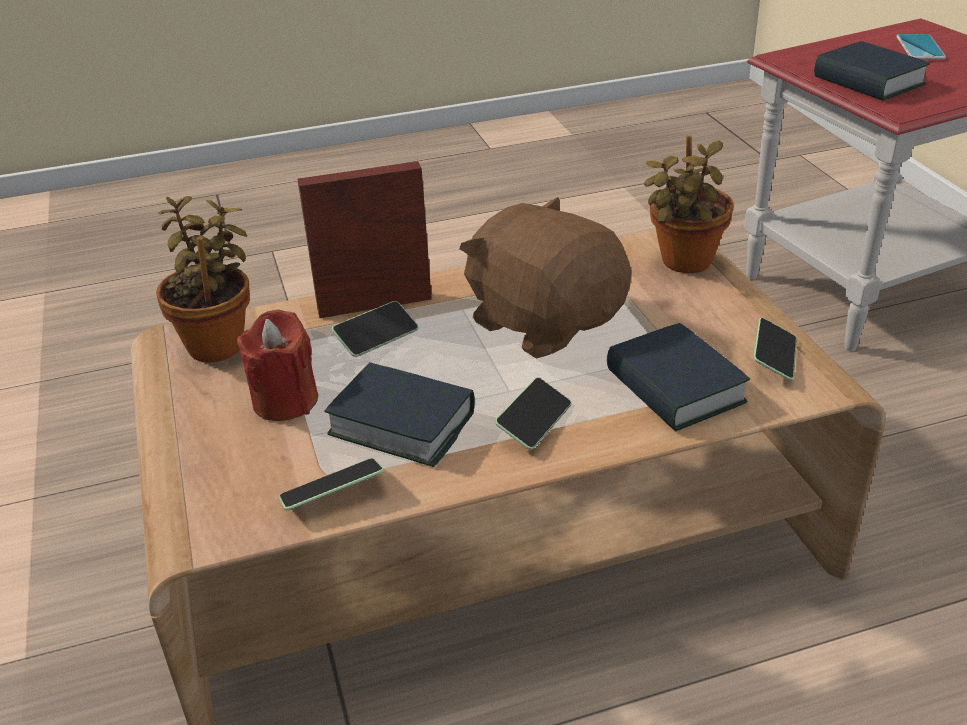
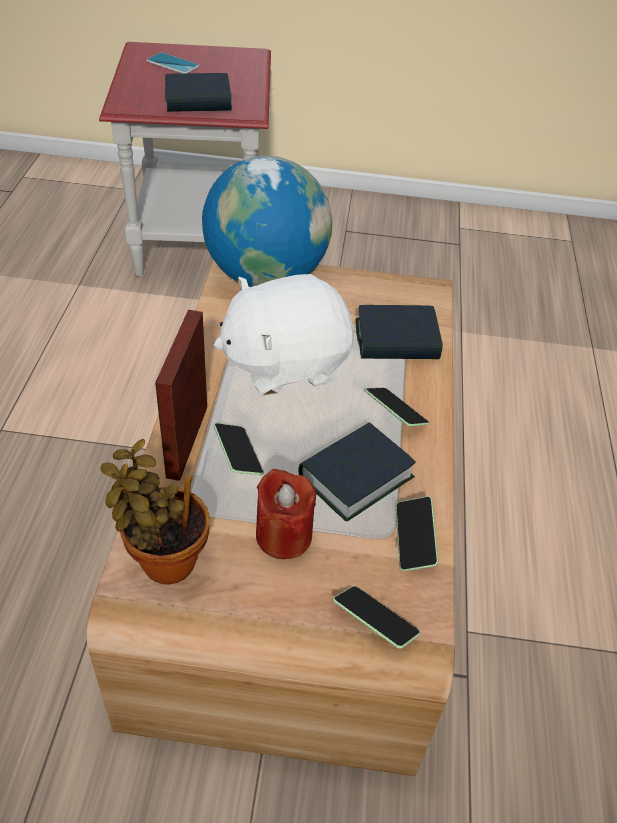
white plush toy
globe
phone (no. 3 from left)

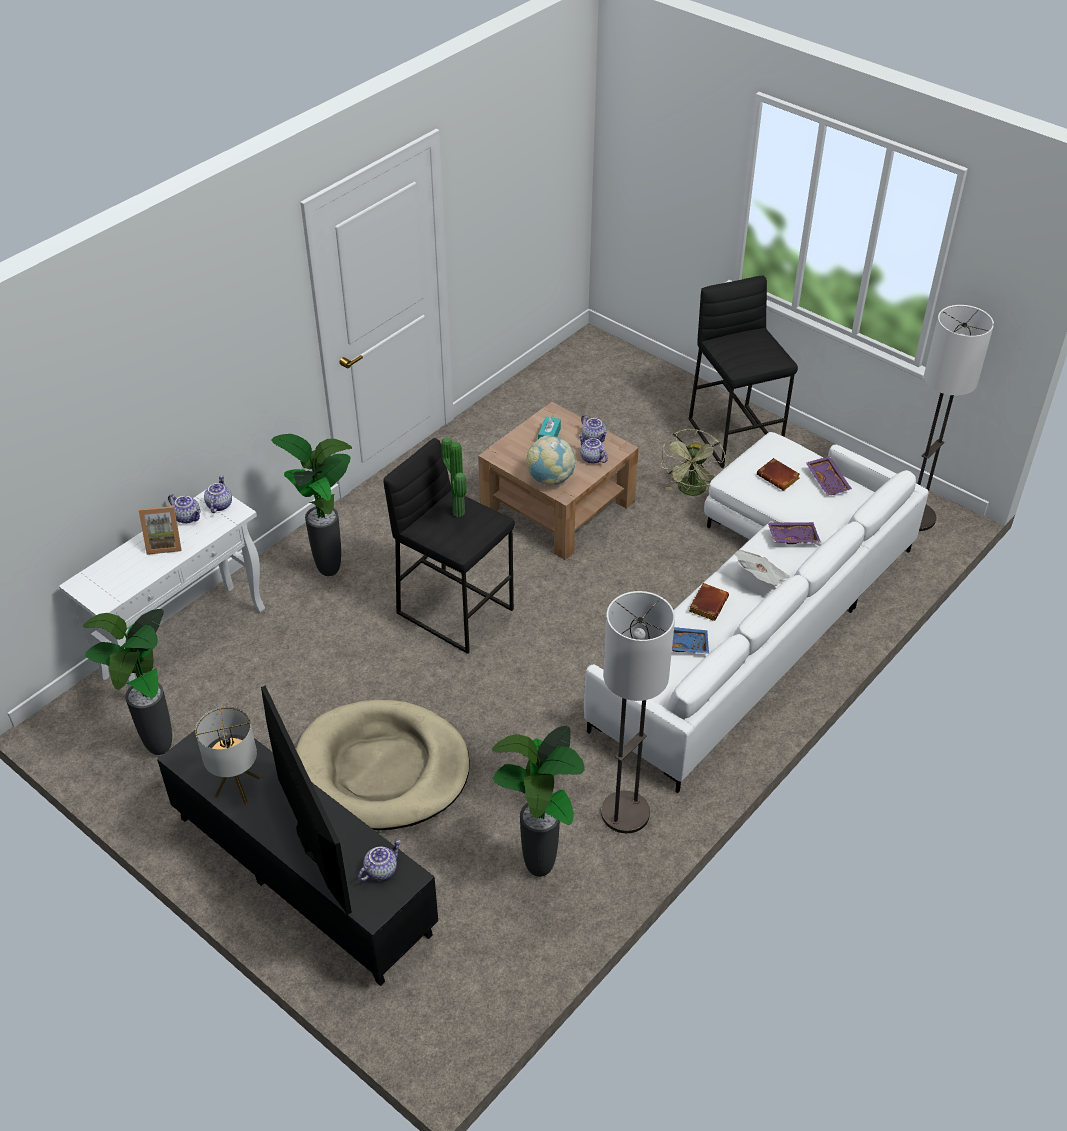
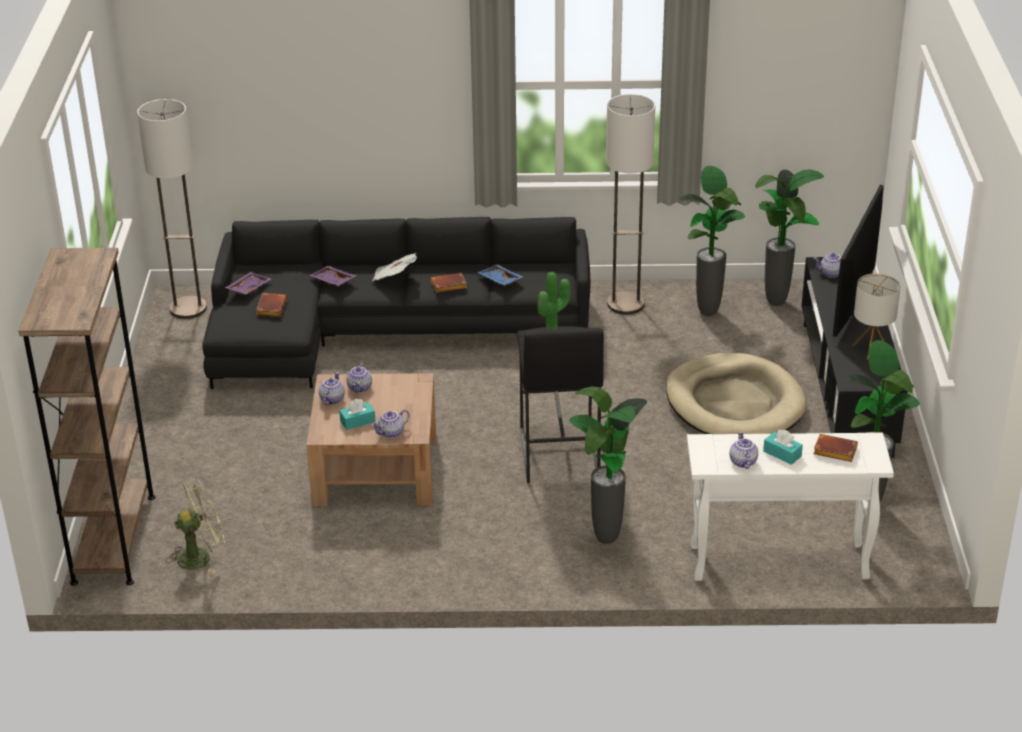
turquoise tissue box (no. 2 from left)
teapot (no. 3 from left)
globe
black sofa
green fan
black stool (no. 2 from left in the first image)
brown bookcase
potted plant (no. 4 from left)
brown book (no. 3 from left)

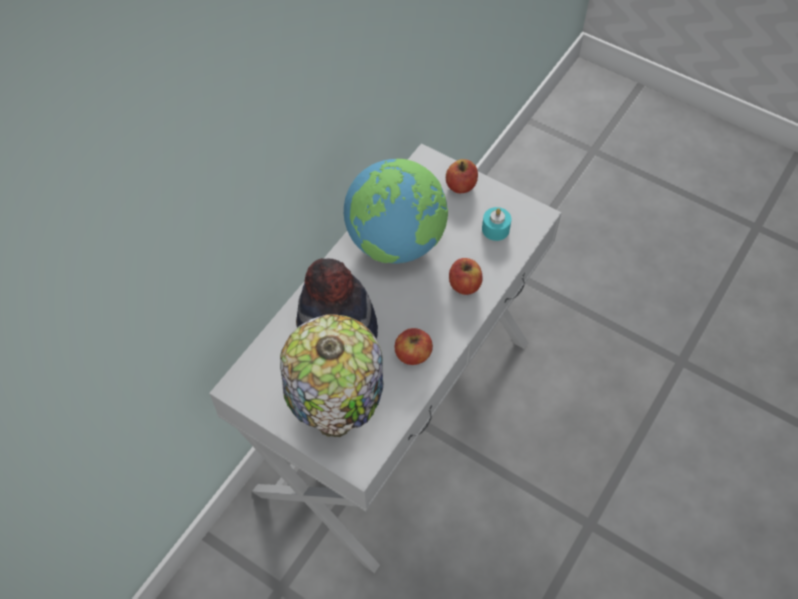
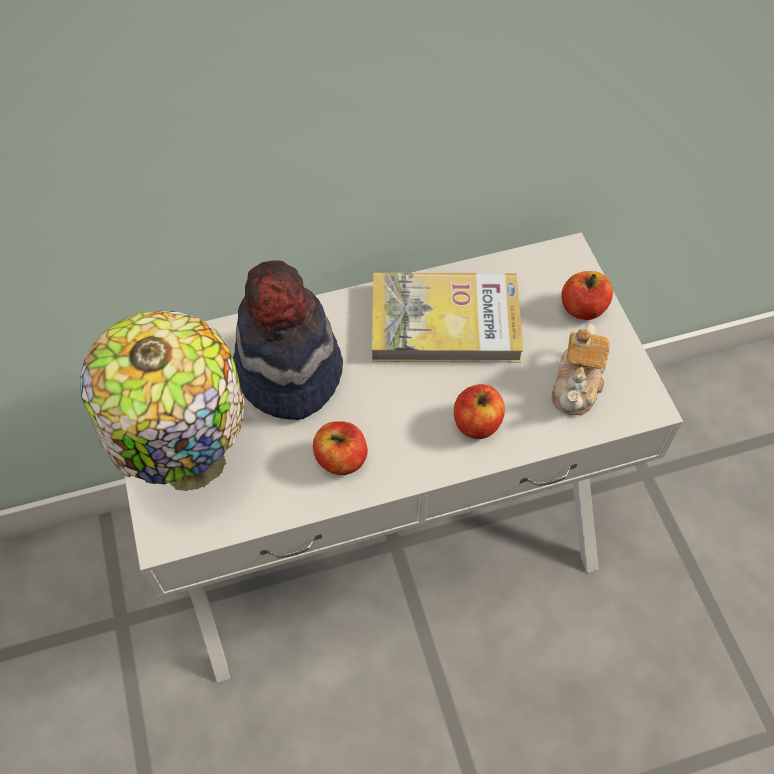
book
teapot

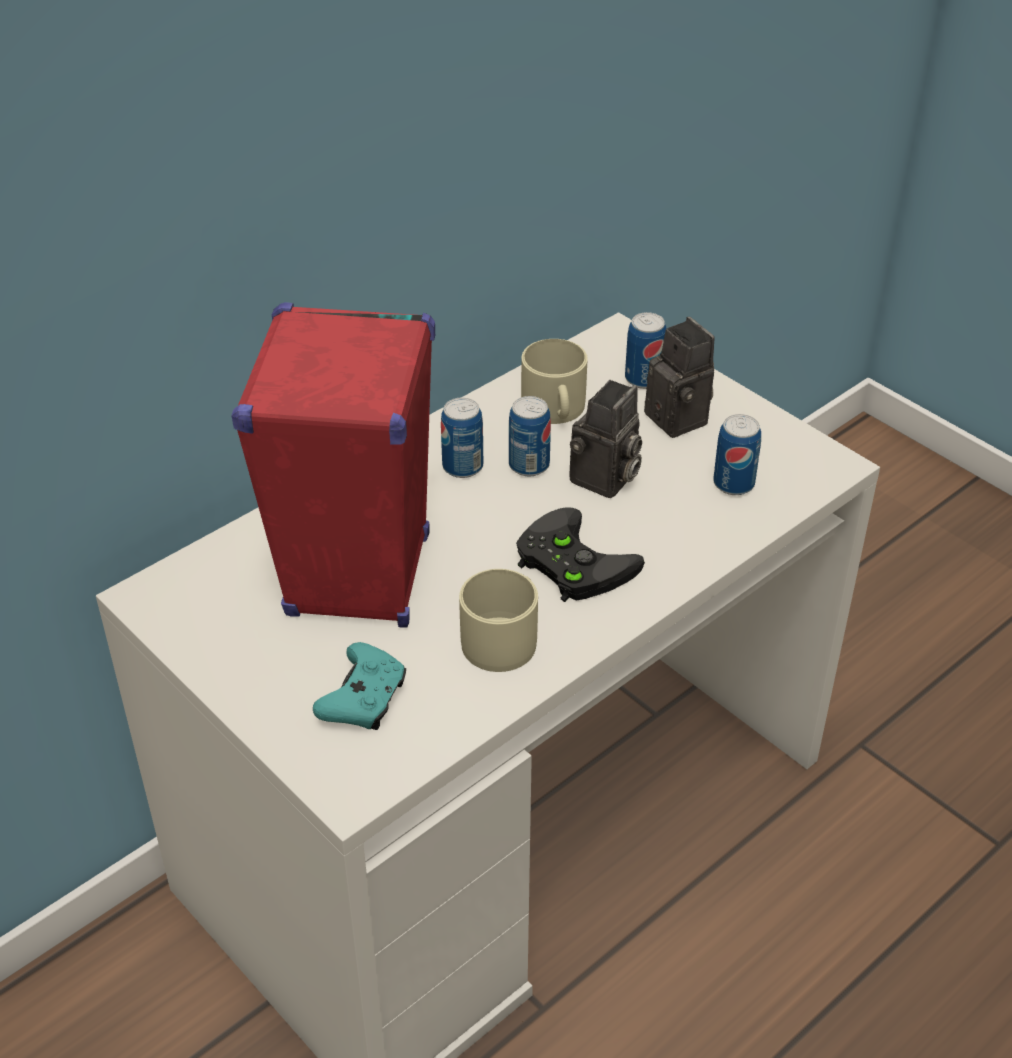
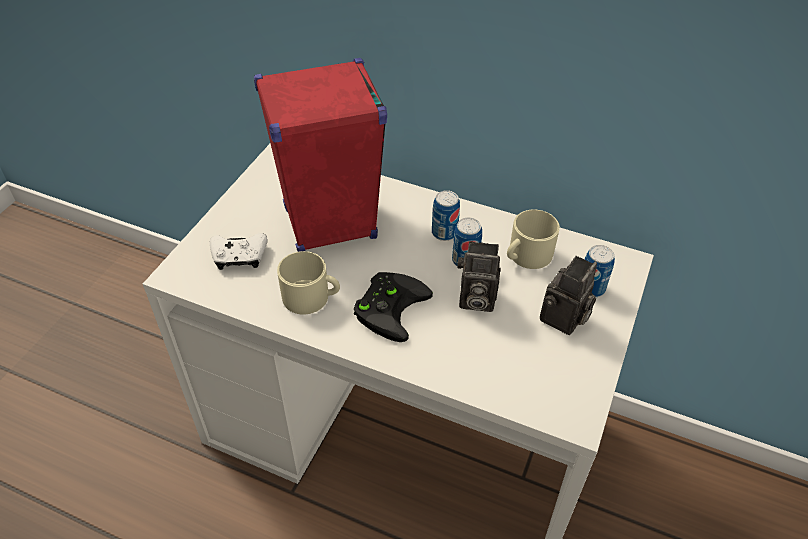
white game controller
can (no. 4 from left in the first image)

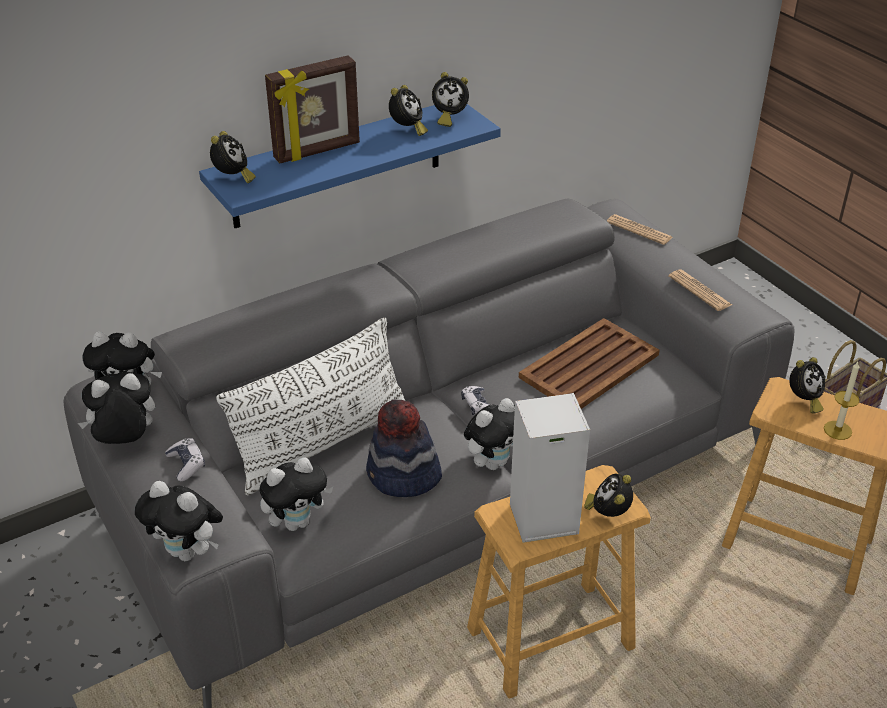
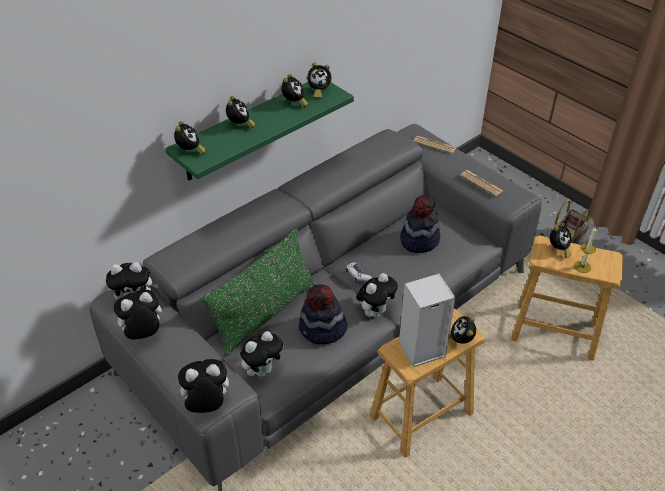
plush toy (no. 3 from left)
game controller (no. 1 from left in the first image)
green shelf
green pillow
alarm clock (no. 2 from left)
hat (no. 2 from left)

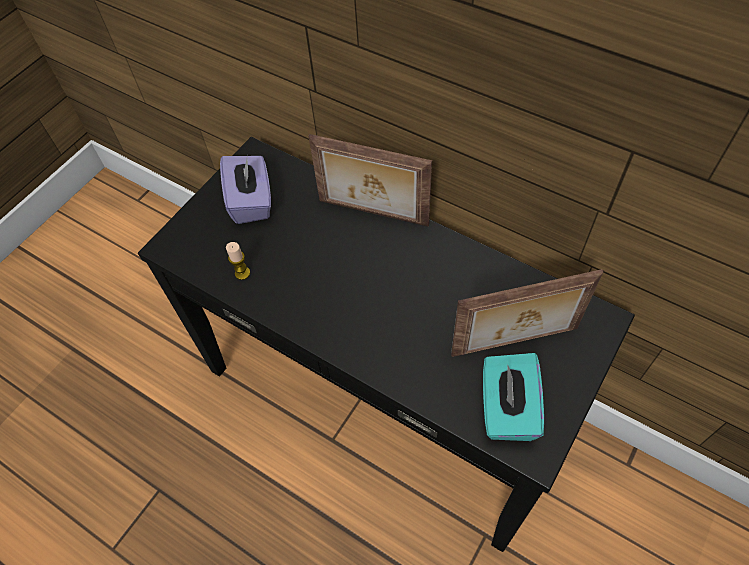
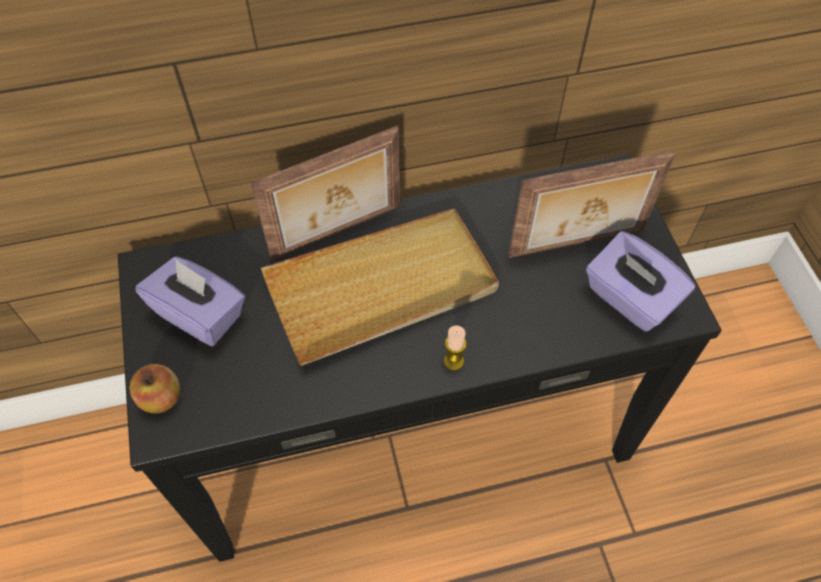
candle
picture frame (no. 2 from left)
purple tissue box (no. 2 from left)
apple
beige tray

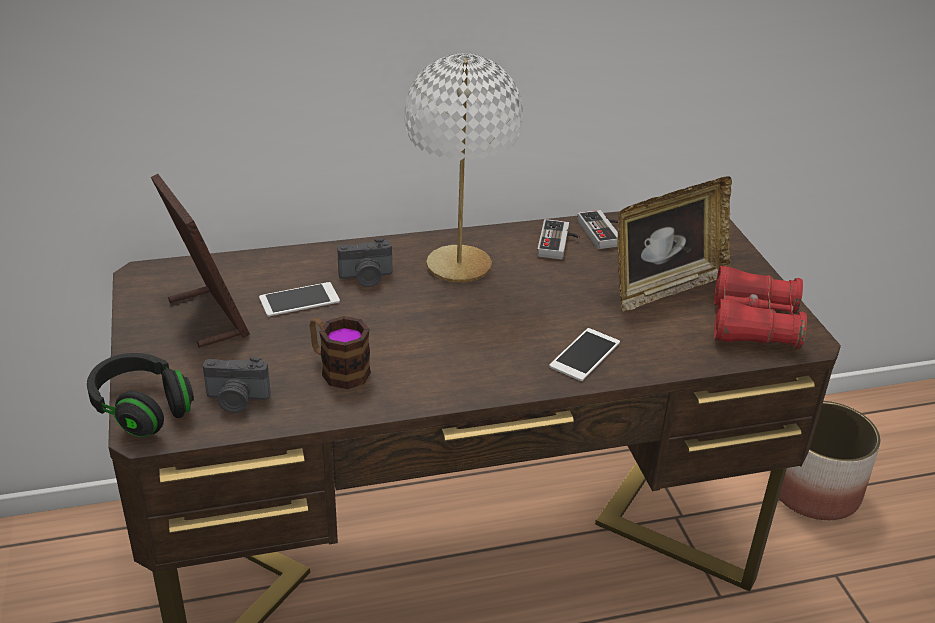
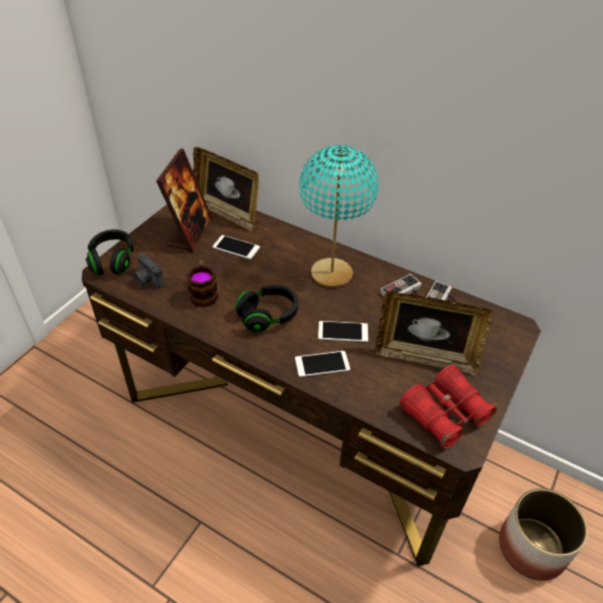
photo camera (no. 2 from left in the first image)
turquoise table lamp
picture frame (no. 2 from left)
black headphones (no. 2 from left)
phone (no. 3 from left)

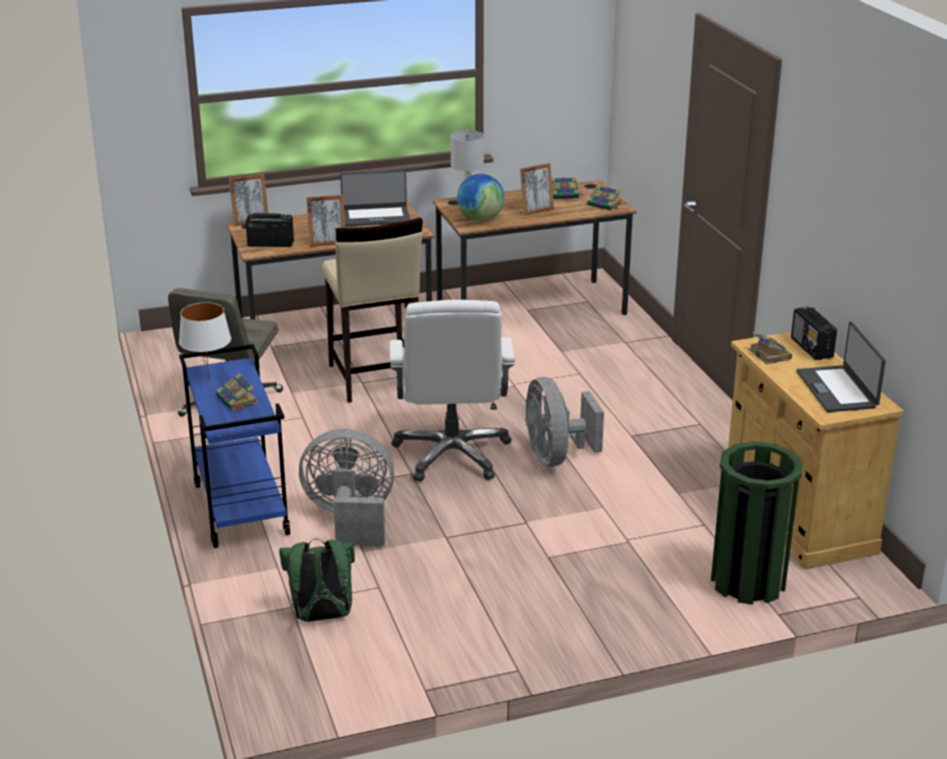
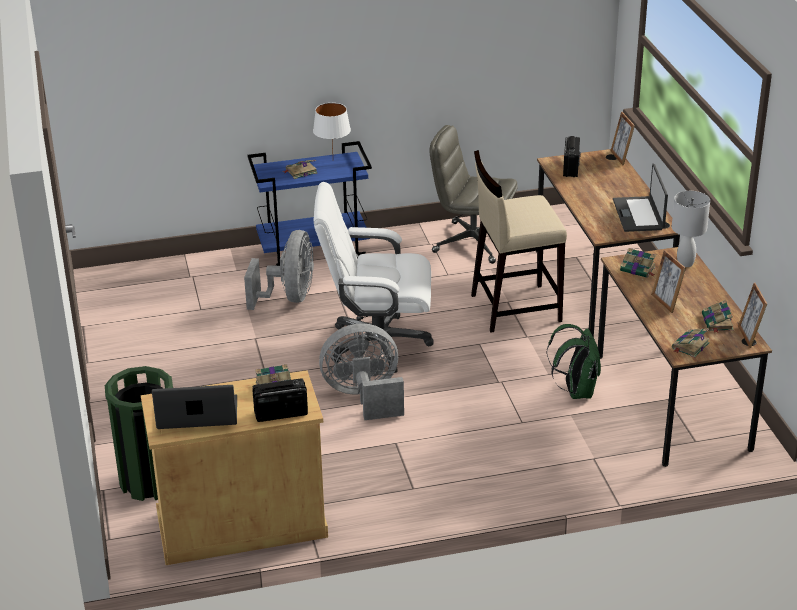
green backpack
picture frame (no. 3 from left)
book (no. 3 from left)

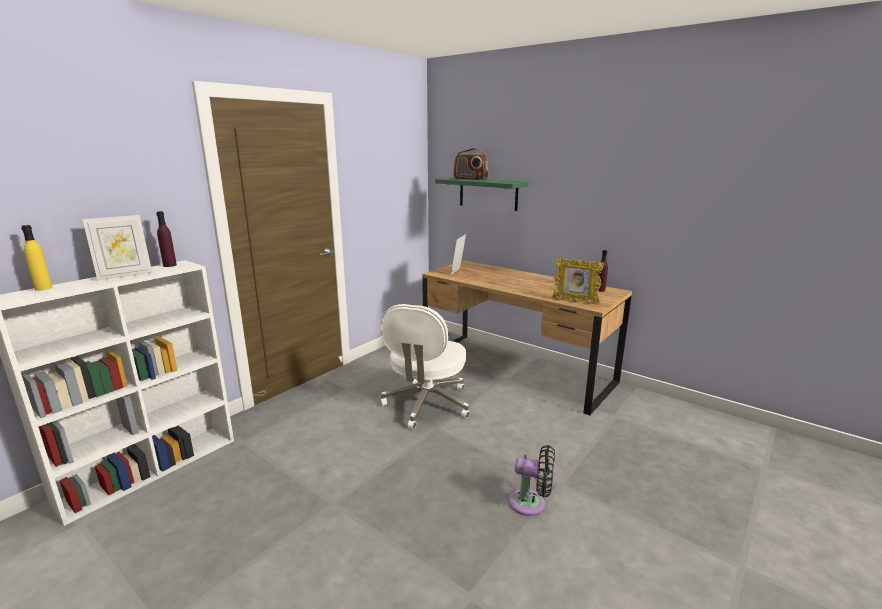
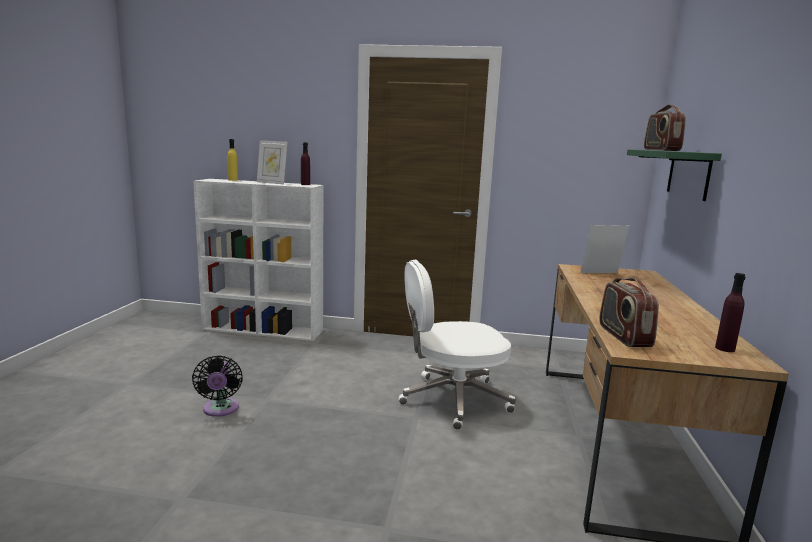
black fan
radio (no. 1 from left)

